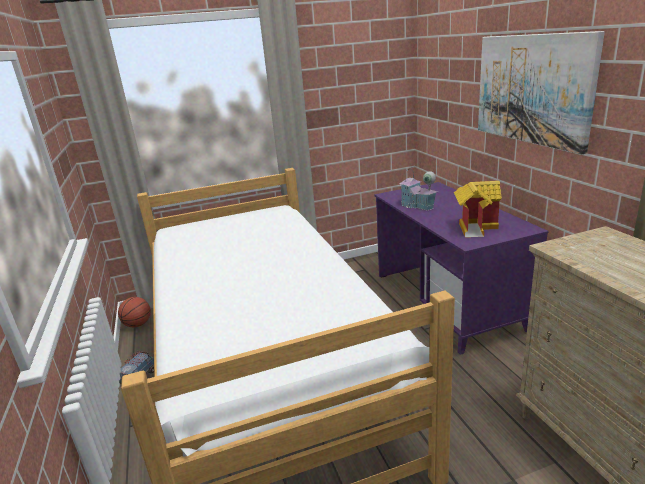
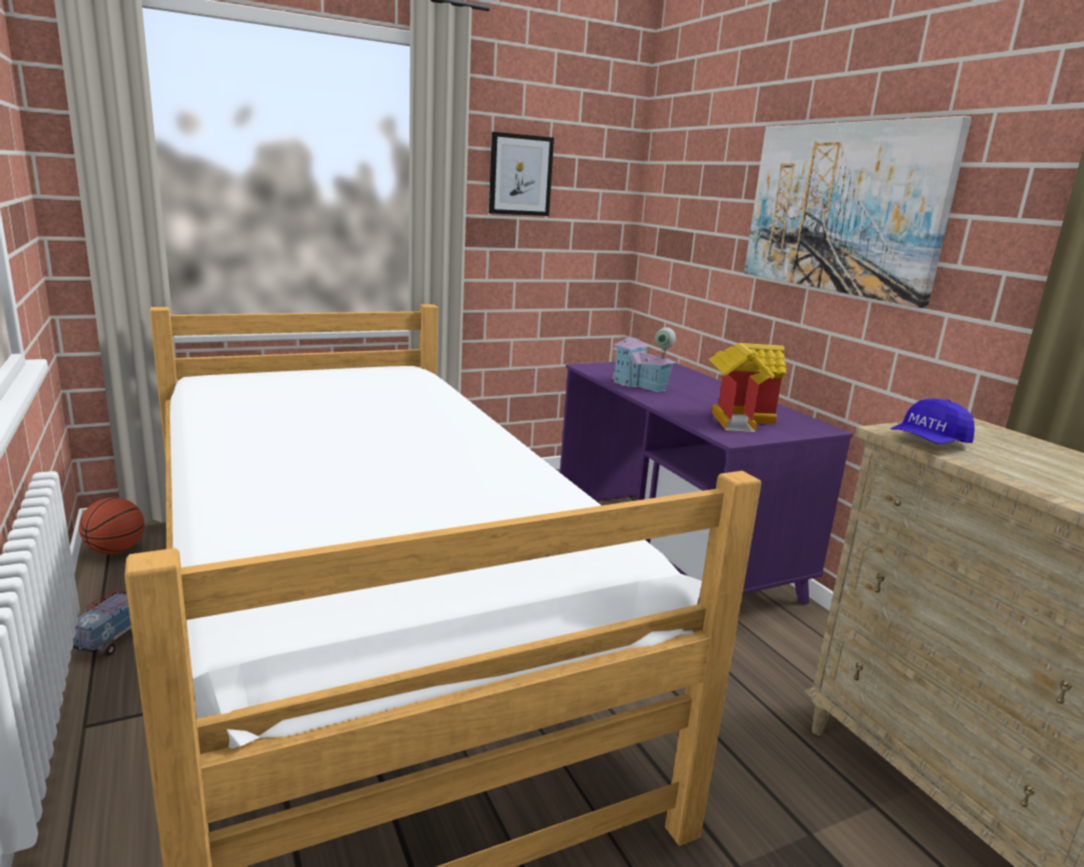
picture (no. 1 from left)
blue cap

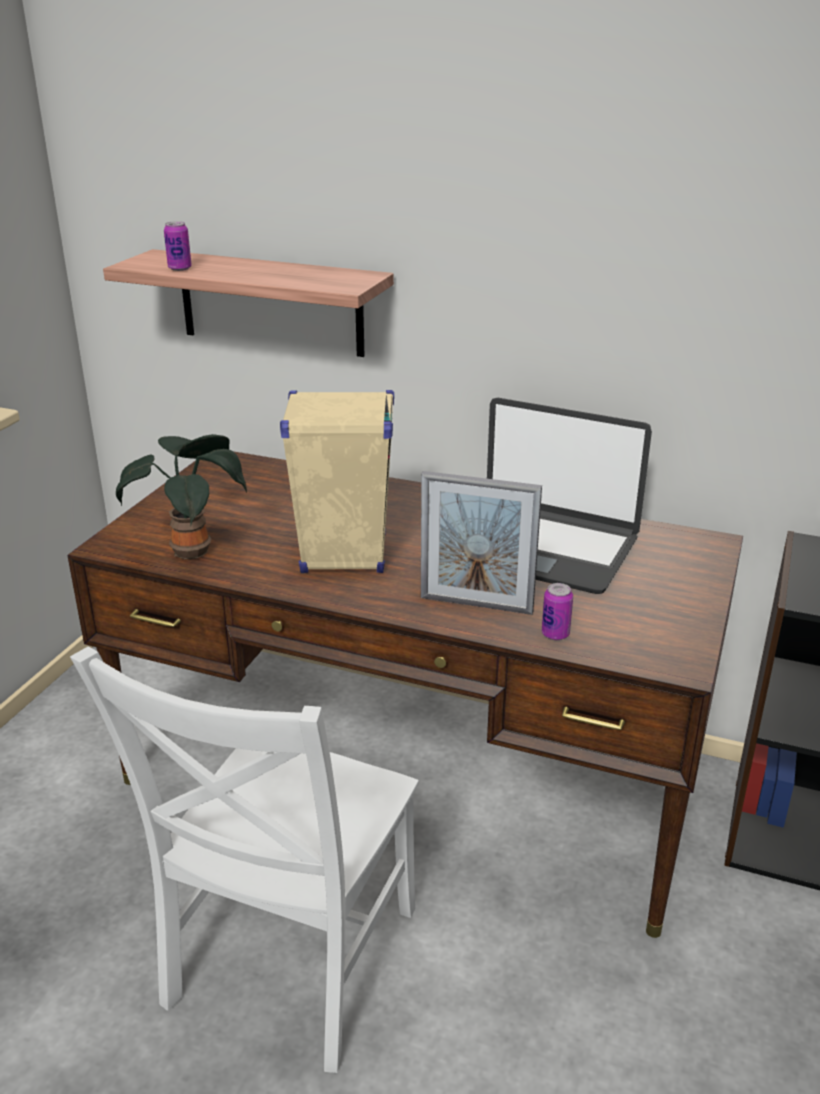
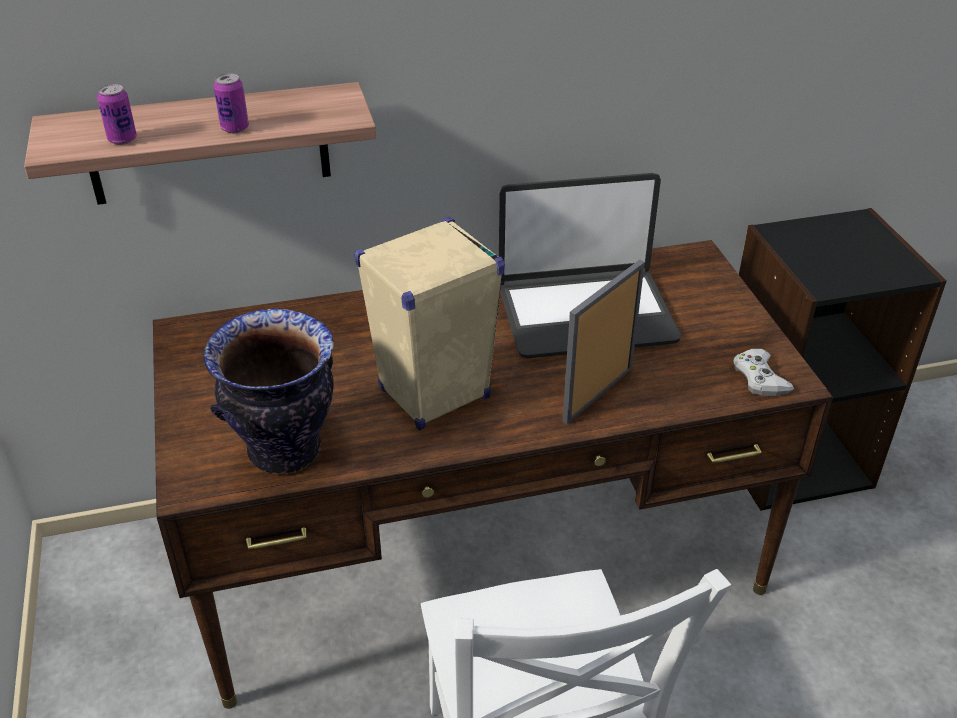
vase
picture frame
can (no. 2 from left)
white game controller

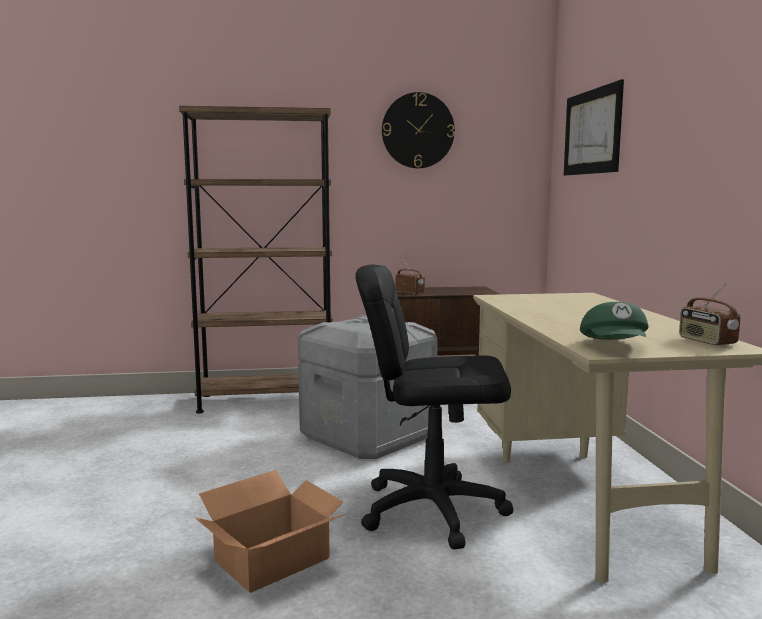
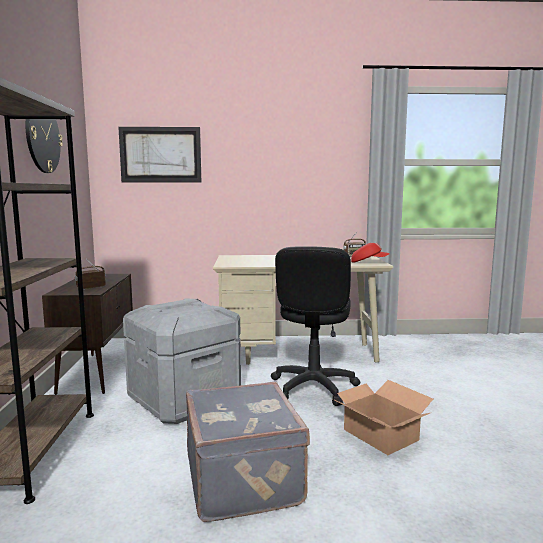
red cap
grey suitcase

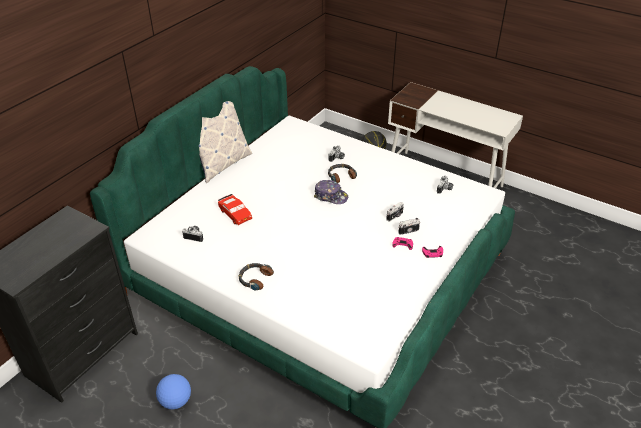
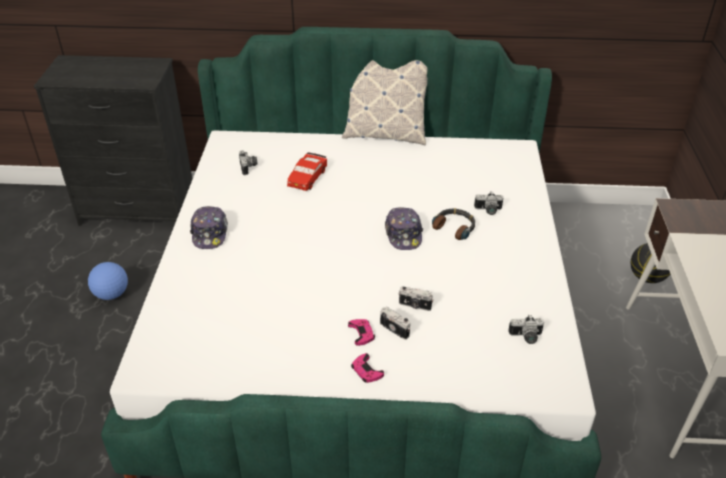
cap (no. 1 from left)

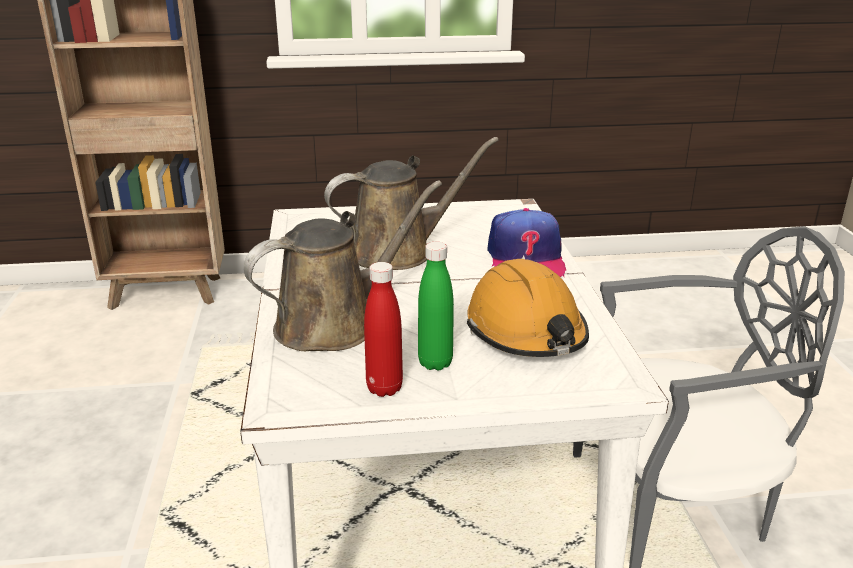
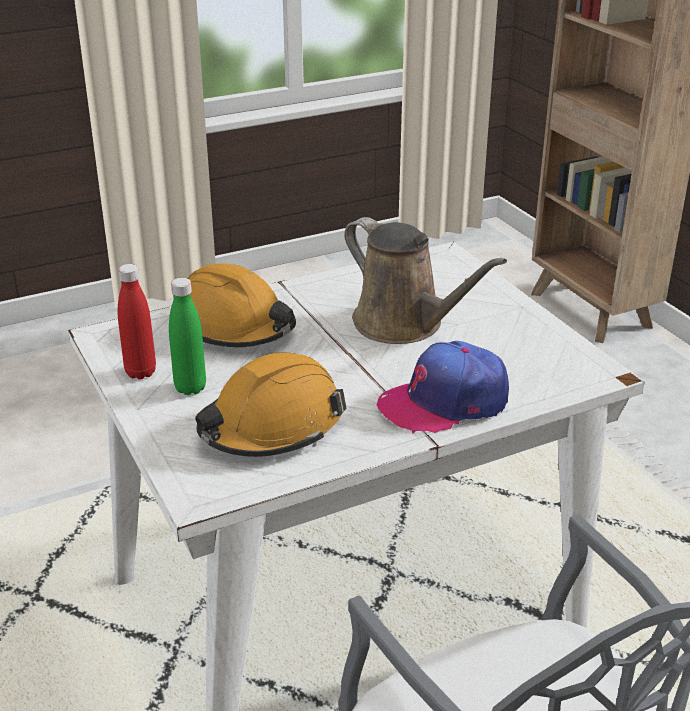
orange hard hat (no. 1 from left)

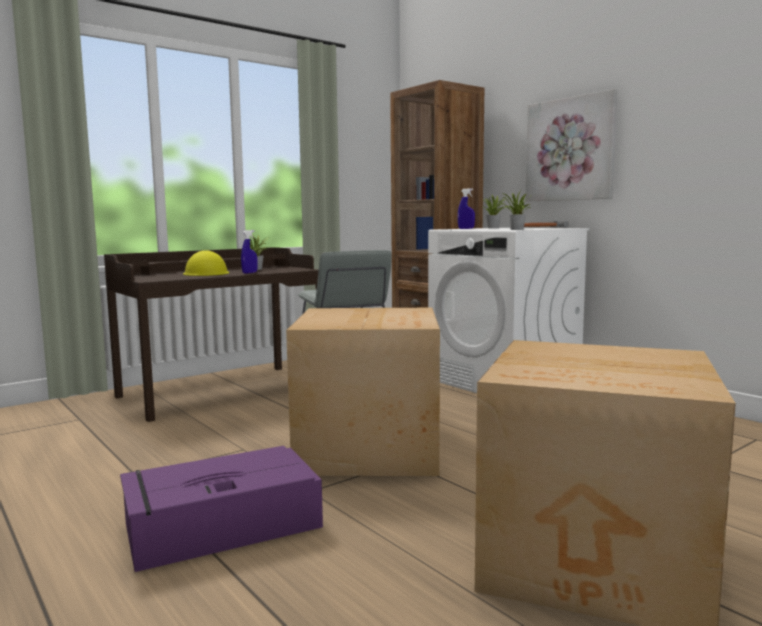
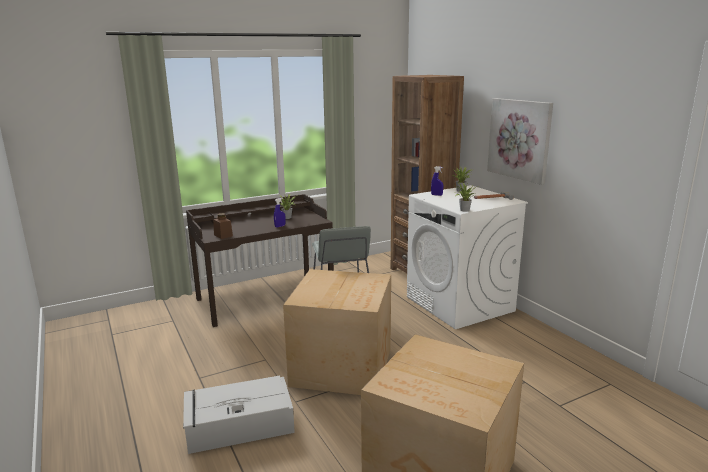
grey storage box
yellow hard hat
brown jar

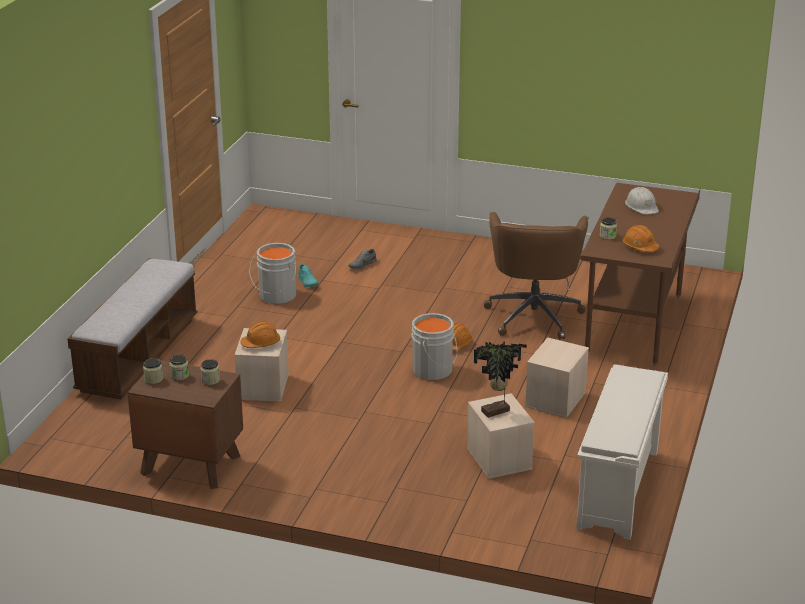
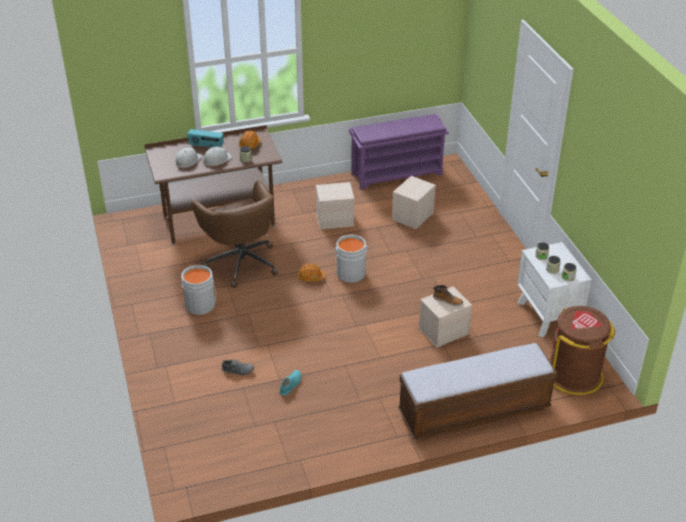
white nightstand
boot
grey bucket (no. 1 from left)
potted plant
brown office chair
purple shoe rack
radio
white hard hat (no. 2 from left)
brown trash can

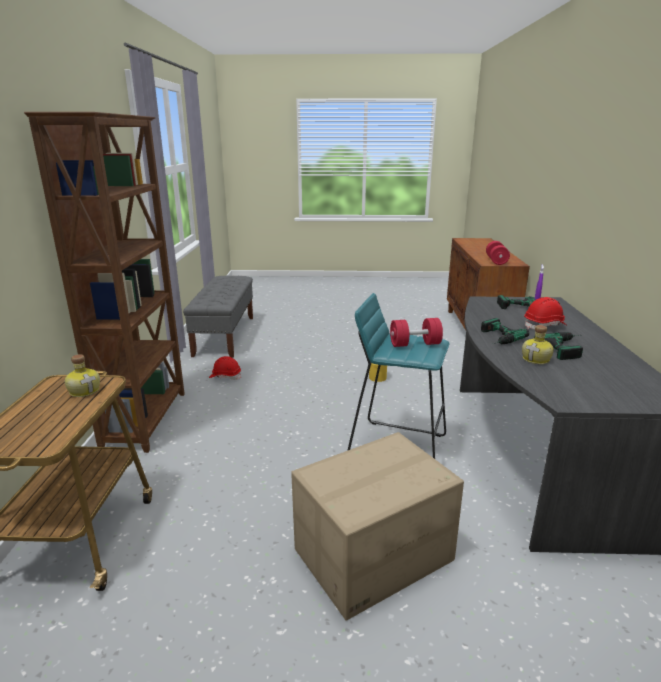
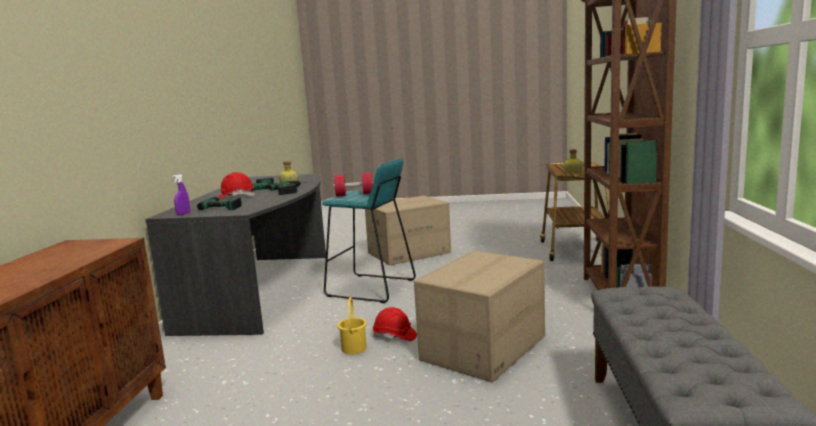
red hard hat (no. 2 from left)
red dumbbell (no. 2 from left in the first image)
cardboard box (no. 2 from left)

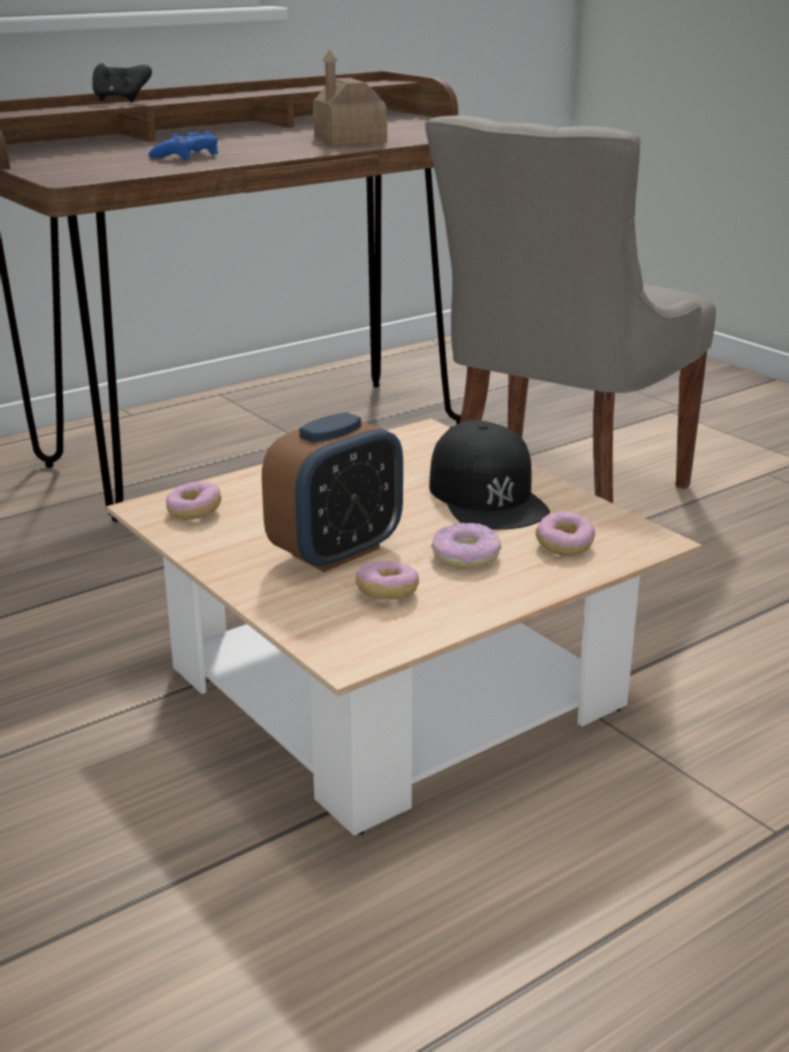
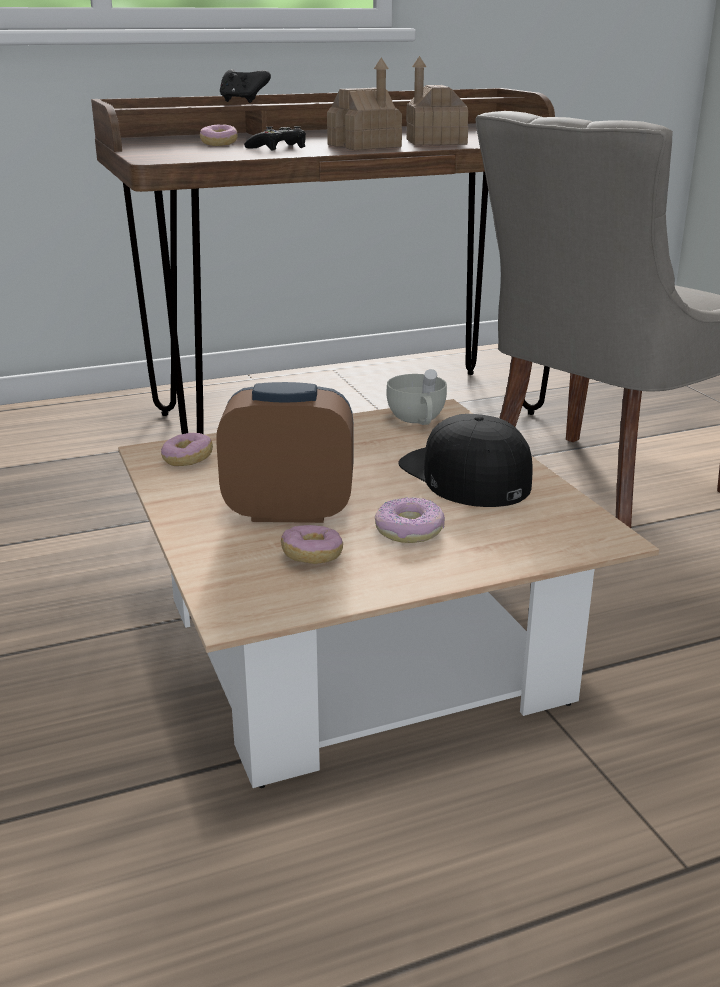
black game controller (no. 2 from left)
alarm clock
black cap
donut (no. 2 from left)
toy house (no. 1 from left)
white cup

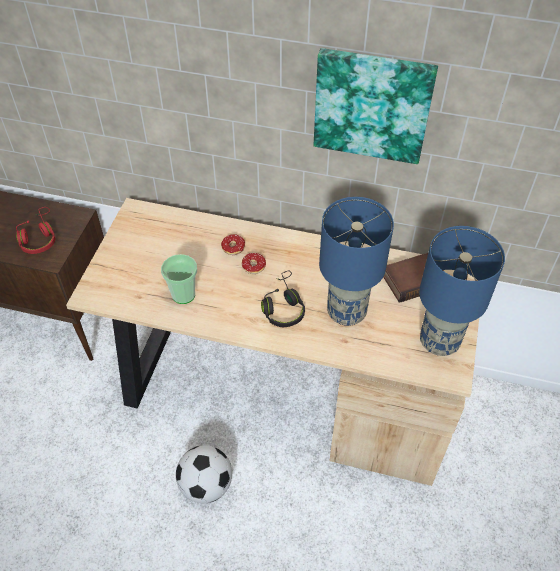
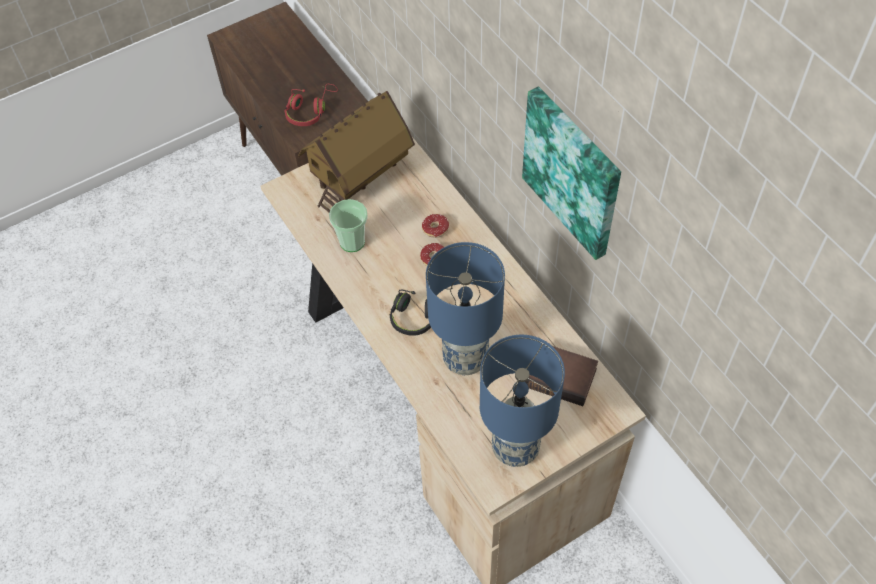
football
toy house

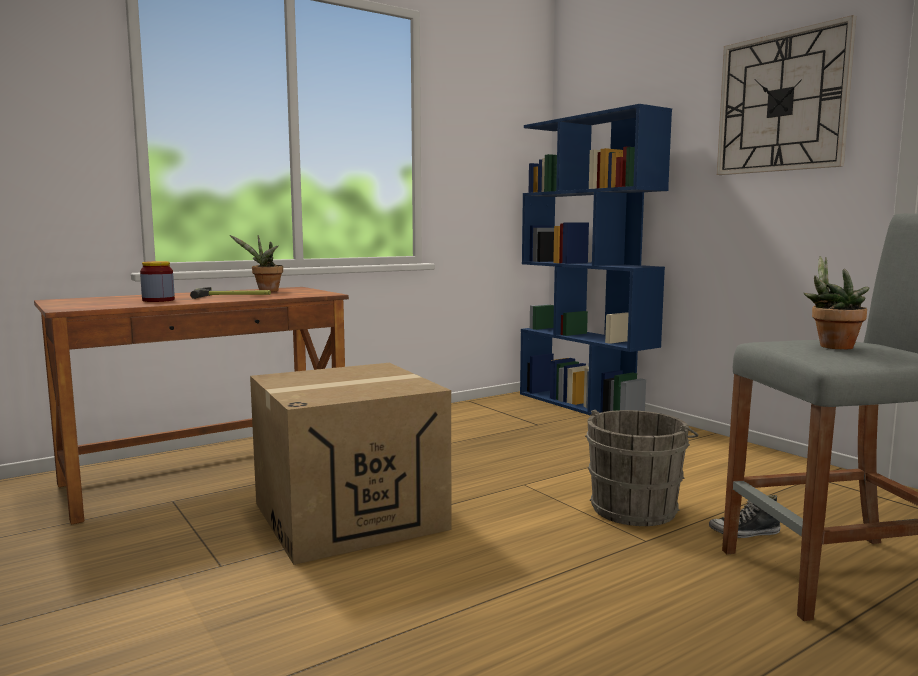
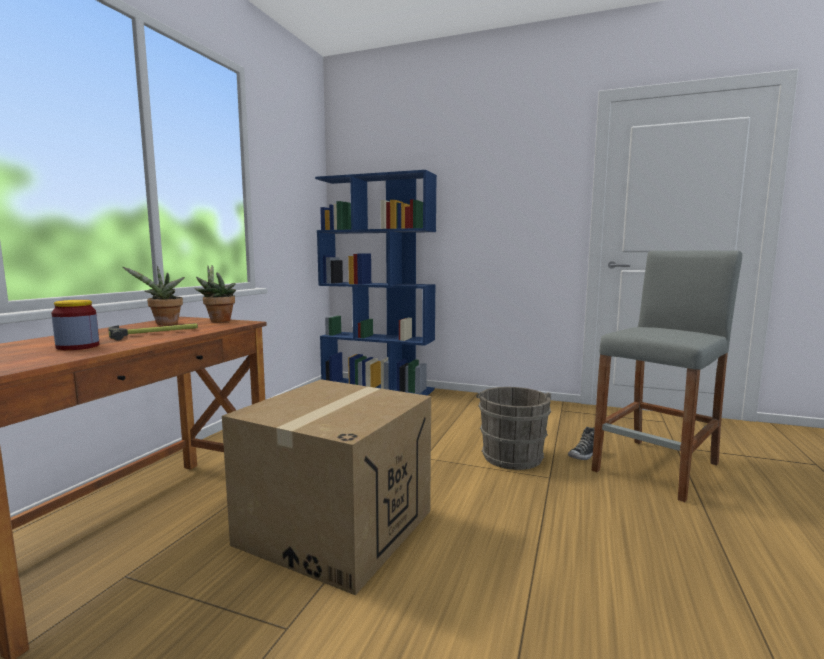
wall clock
potted plant (no. 2 from left)

